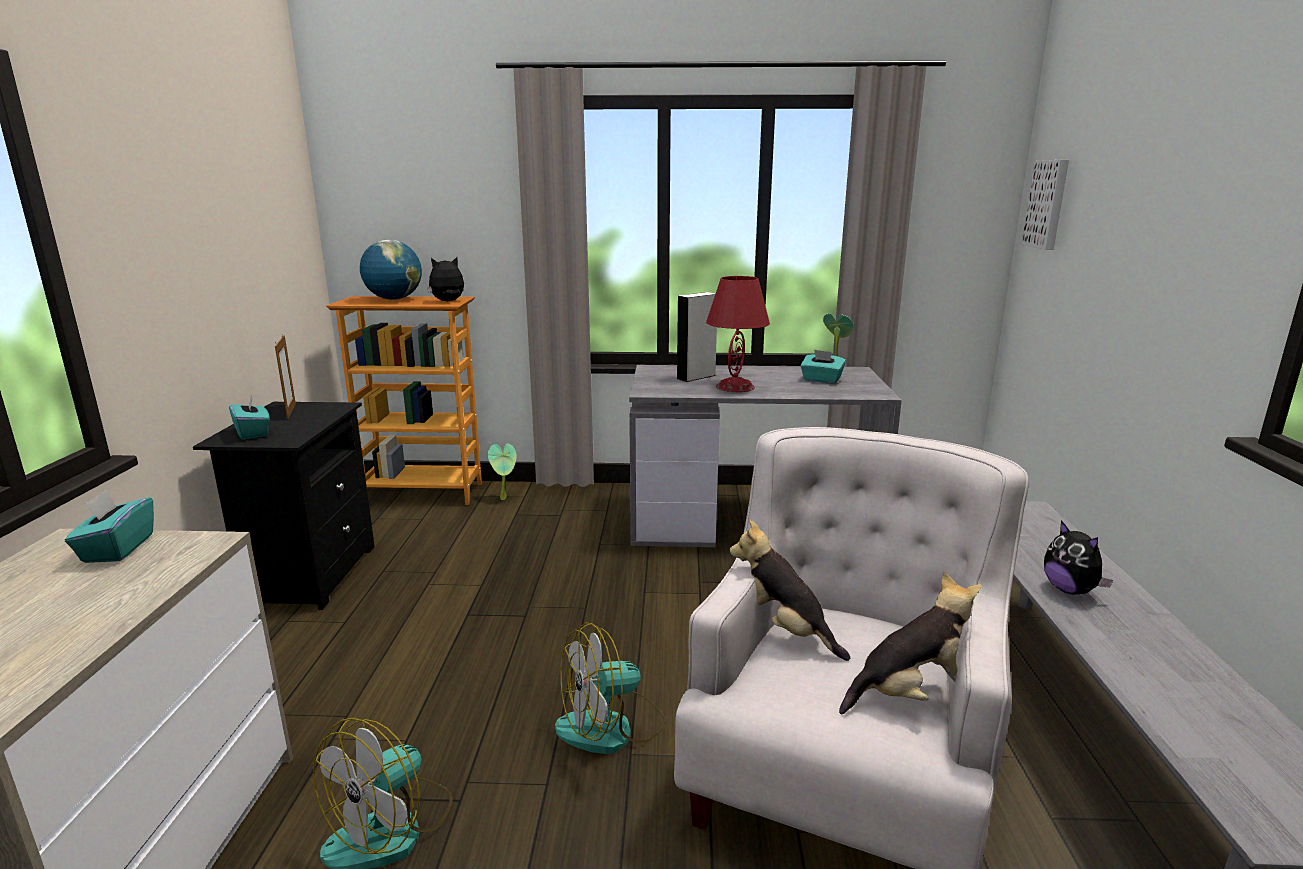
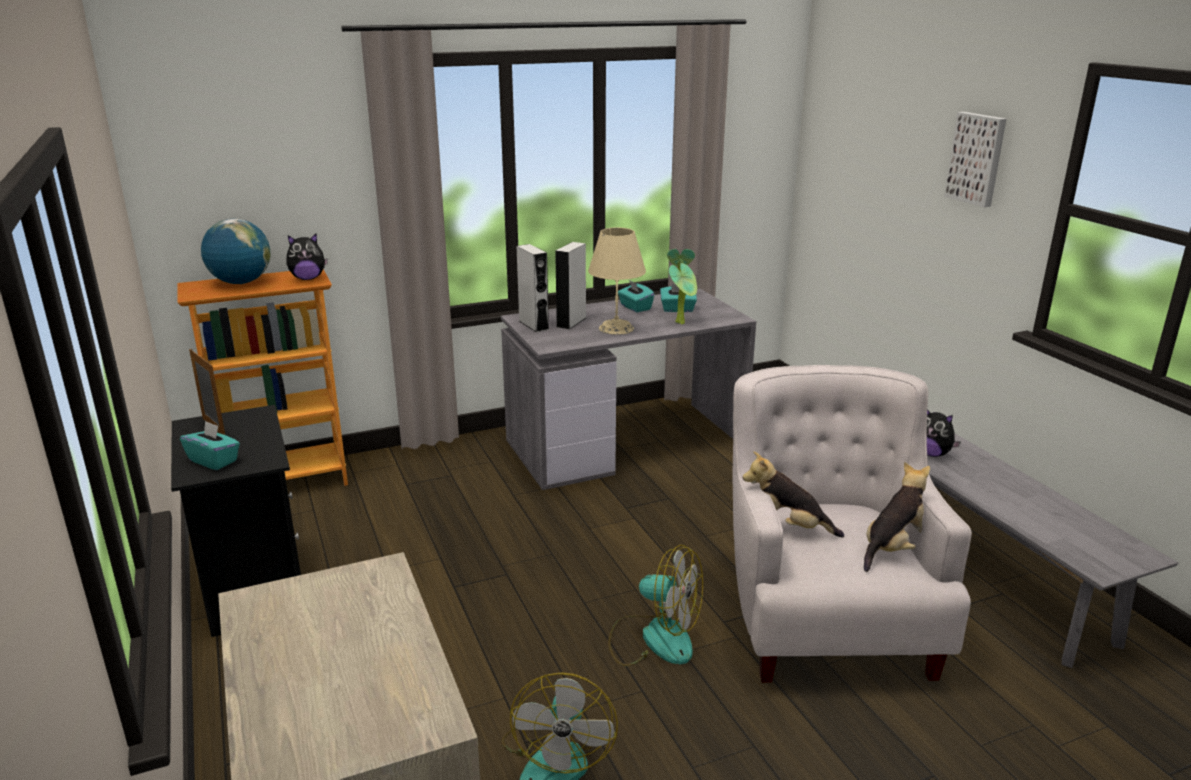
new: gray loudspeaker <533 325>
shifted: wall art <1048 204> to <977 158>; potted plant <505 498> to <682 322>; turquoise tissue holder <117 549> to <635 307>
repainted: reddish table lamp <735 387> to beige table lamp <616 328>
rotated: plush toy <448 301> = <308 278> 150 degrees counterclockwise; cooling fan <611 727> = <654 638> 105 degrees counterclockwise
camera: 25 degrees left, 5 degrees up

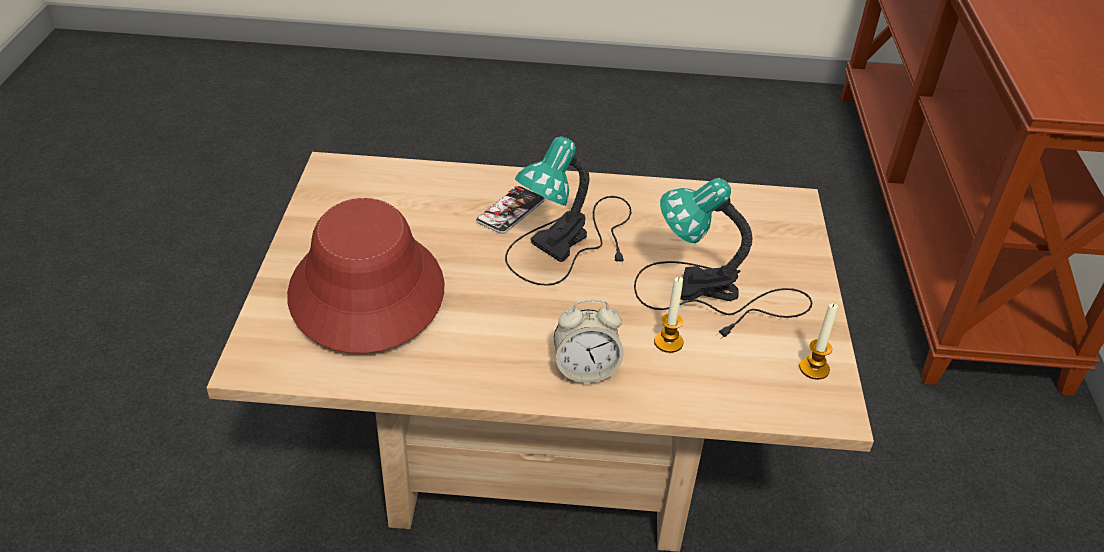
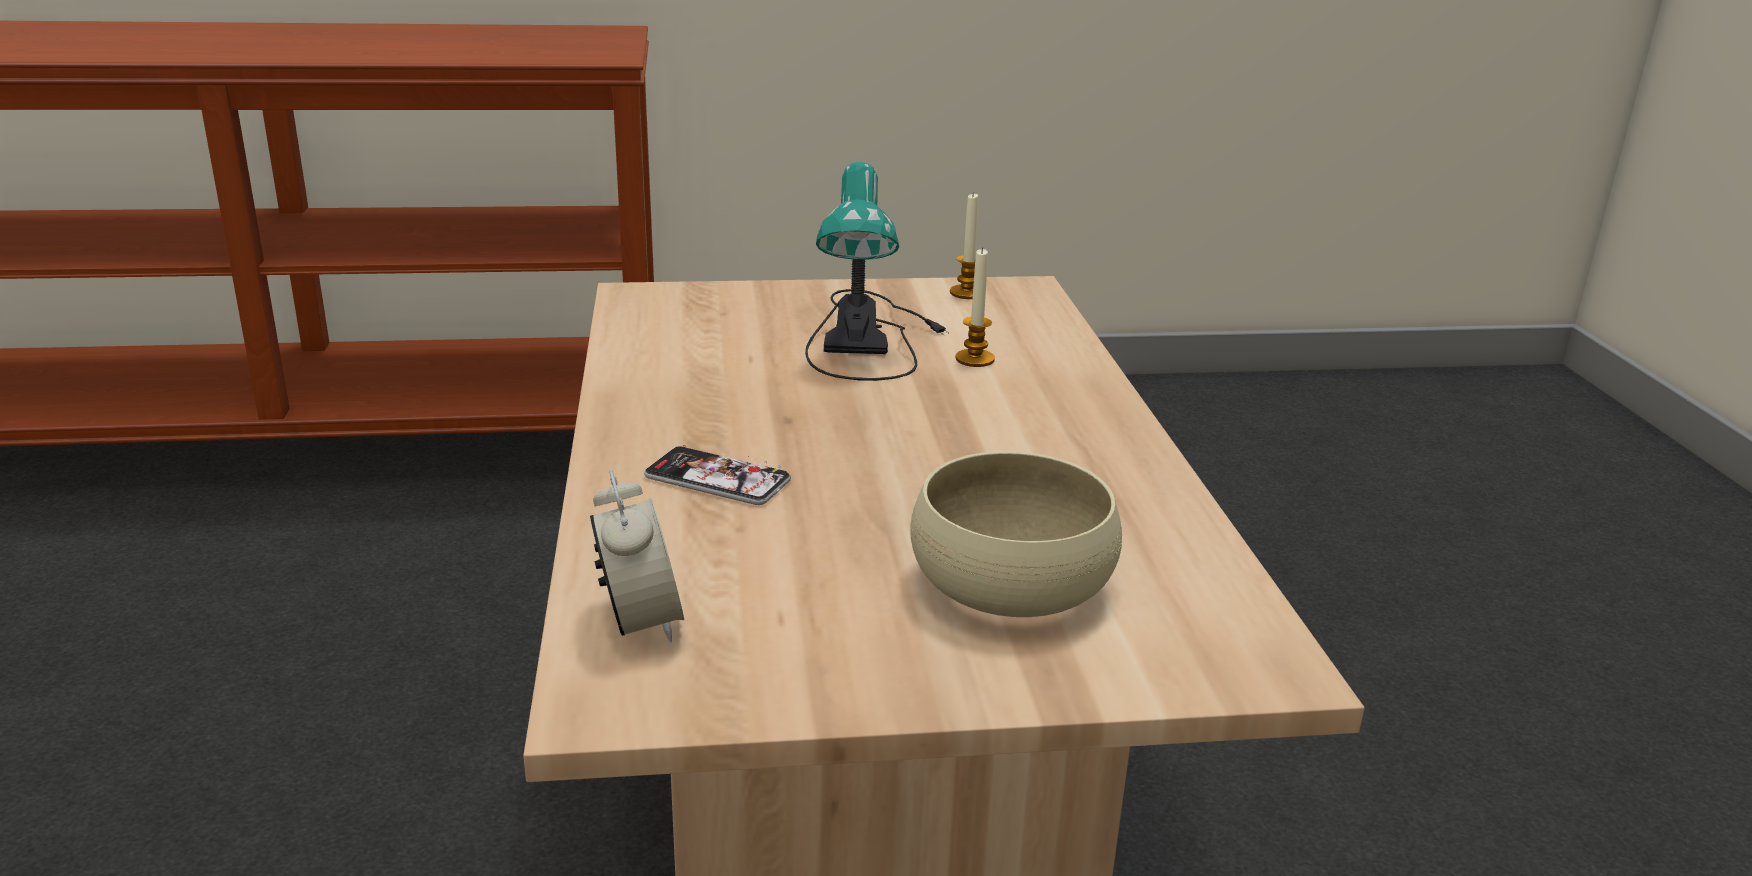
gone: table lamp <573 242>
shifted: table clock <585 370> to <640 622>
swapped: reddish clothing hat <366 291> to beige serving bowl <1010 585>
camera: 100 degrees left, 15 degrees down

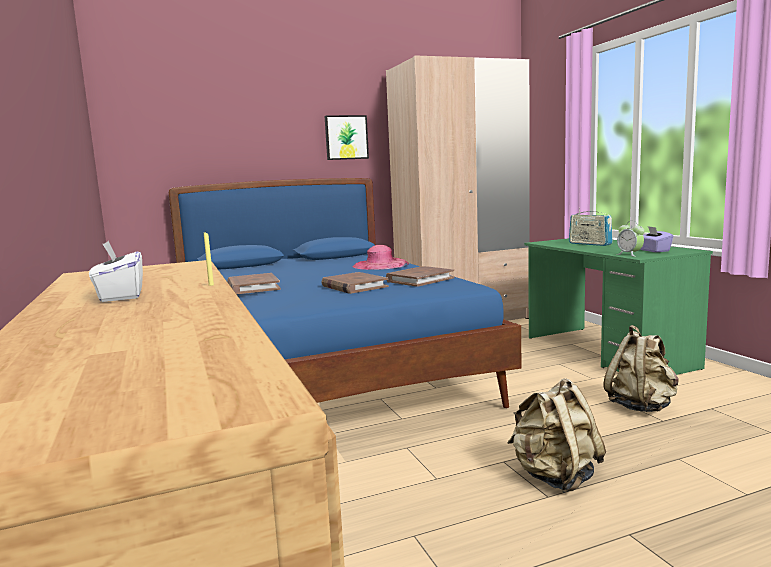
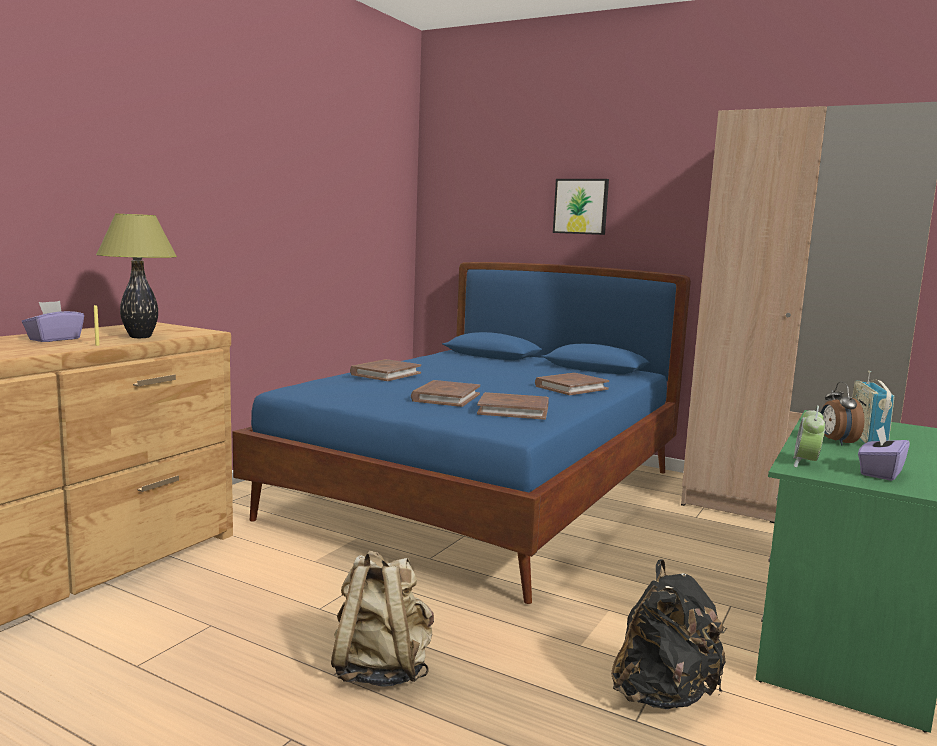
new: table lamp <140 337>; table clock <836 442>
shifted: wall art <346 137> to <581 206>
swapped: pinkish clothing hat <380 265> to brownish book <571 387>
repainted: white-coloured tissue holder <120 296> to purple tissue holder <54 339>; beige backpack <641 406> to blackish backpack <663 695>
camera: 50 degrees right, 0 degrees up

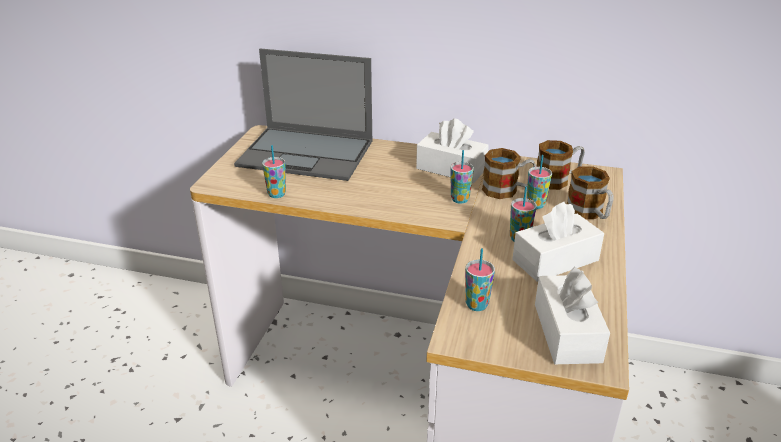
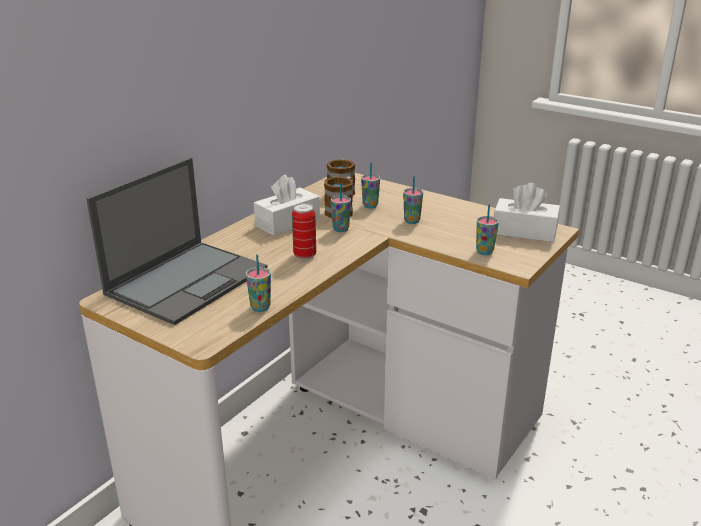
gone: coffee mug <589 214>; white-coloured tissue holder <555 260>
new: sealed can <305 255>
camera: 70 degrees left, 5 degrees down

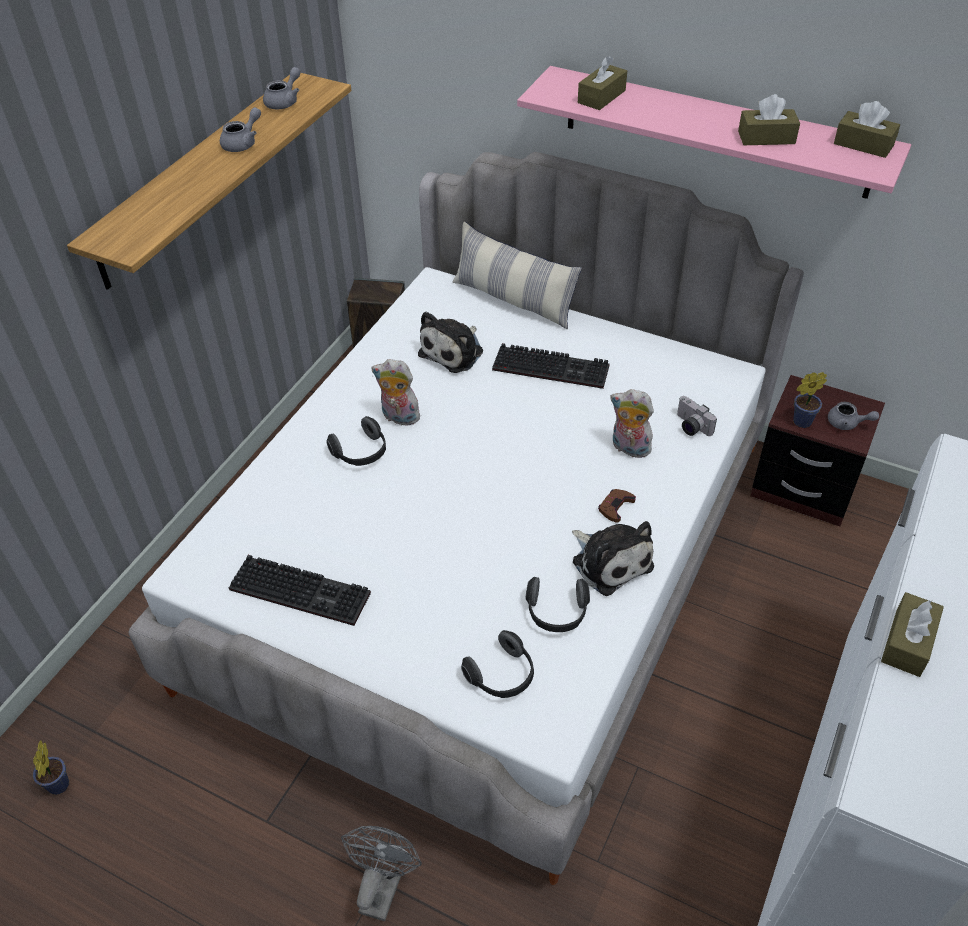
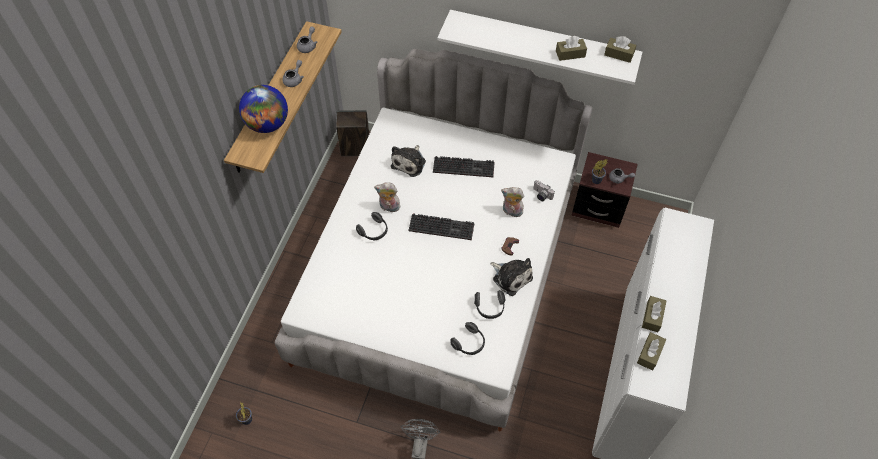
gone: cushion <513 300>
new: globe <268 124>
shifted: brownish tissue holder <601 96> to <649 354>; PC keyboard <303 590> to <442 227>
repainted: pinkish shelf <715 132> to white-coloured shelf <542 42>
camera: 10 degrees left, 10 degrees up

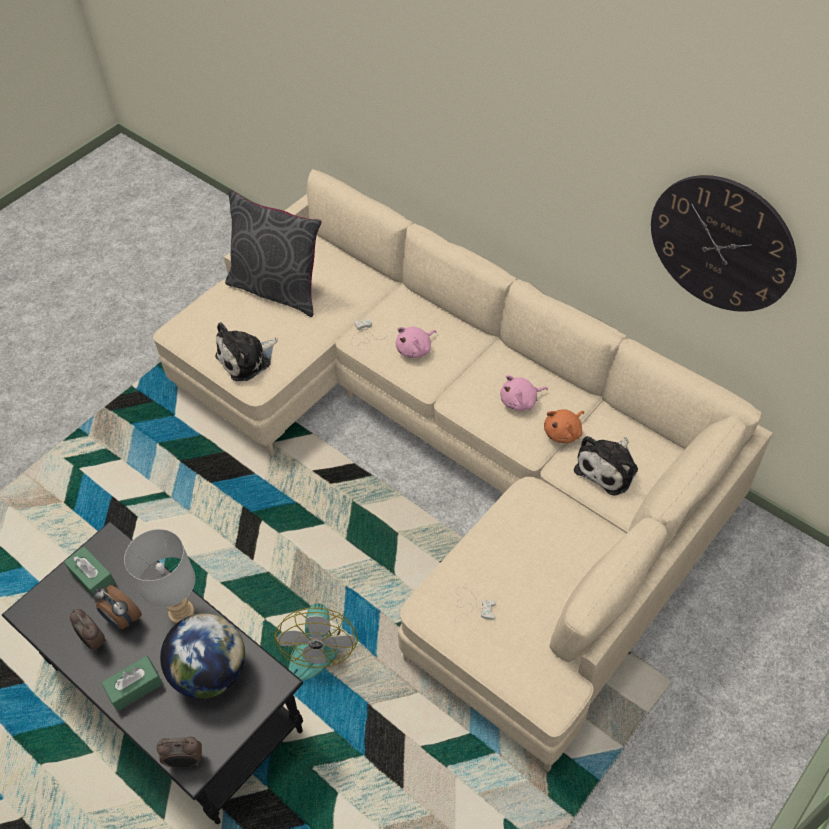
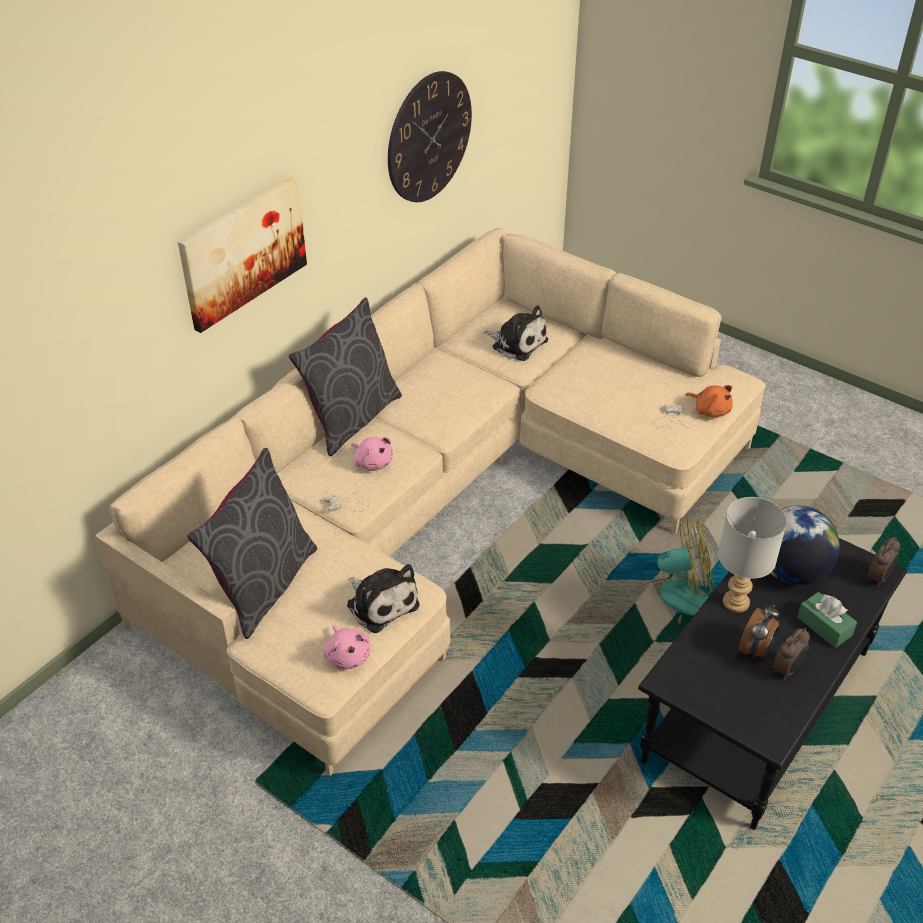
gone: green tissue holder <92 577>
new: wall art <243 252>; gray cushion <351 418>
shifted: pinkish plush toy <520 401> to <347 655>; orangey plush toy <564 432> to <710 410>
rotated: table clock <185 761> = <878 578> 45 degrees clockwise
camera: 95 degrees left, 10 degrees down

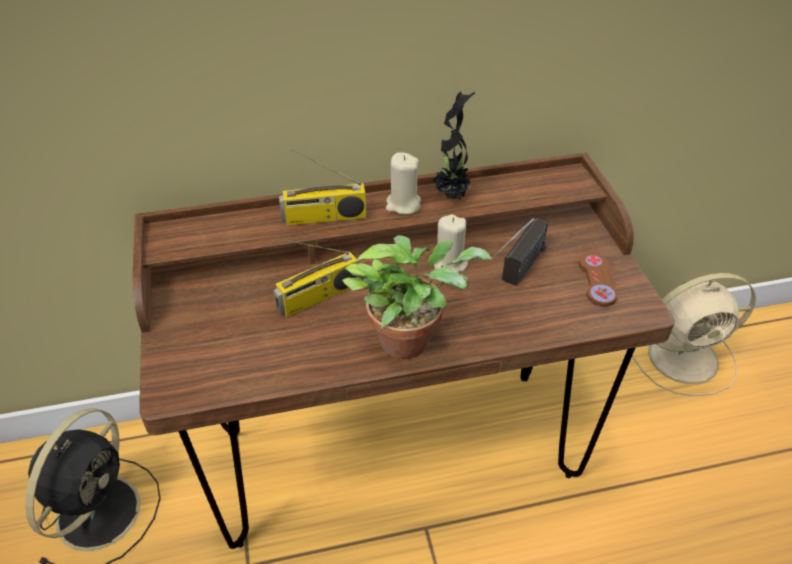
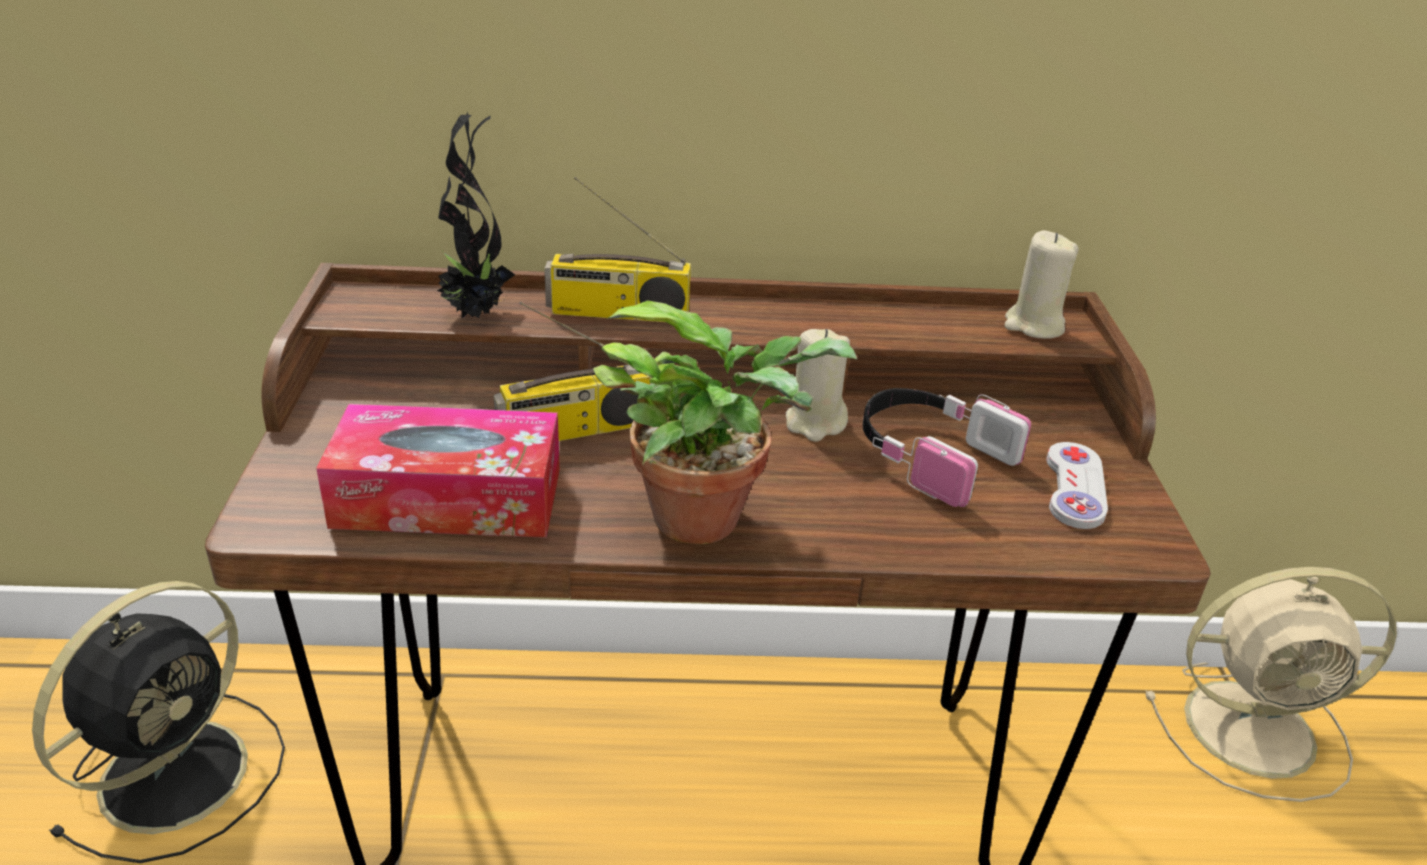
new: tissue holder <448 498>
shifted: potted plant <452 196> to <475 313>; beige candle <403 205> to <1033 325>
swapped: radio set <517 275> to pair of headphones <929 456>
repainted: brownish game controller <597 280> to white-coloured game controller <1074 487>
camera: 10 degrees right, 10 degrees down

